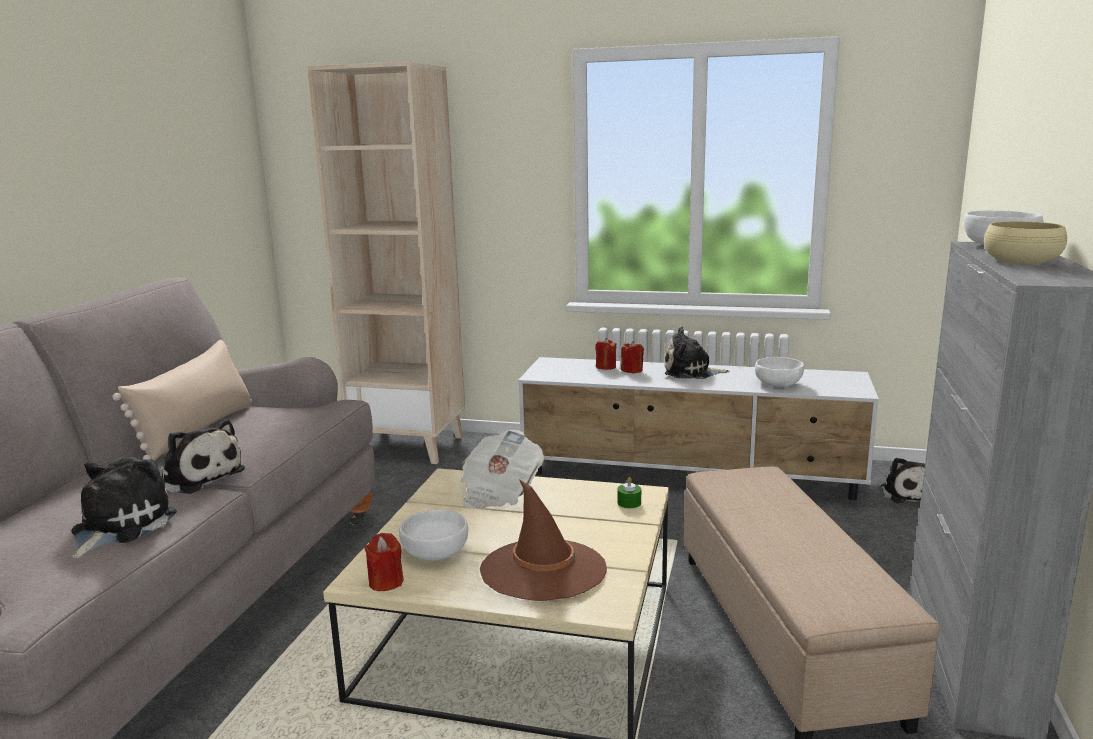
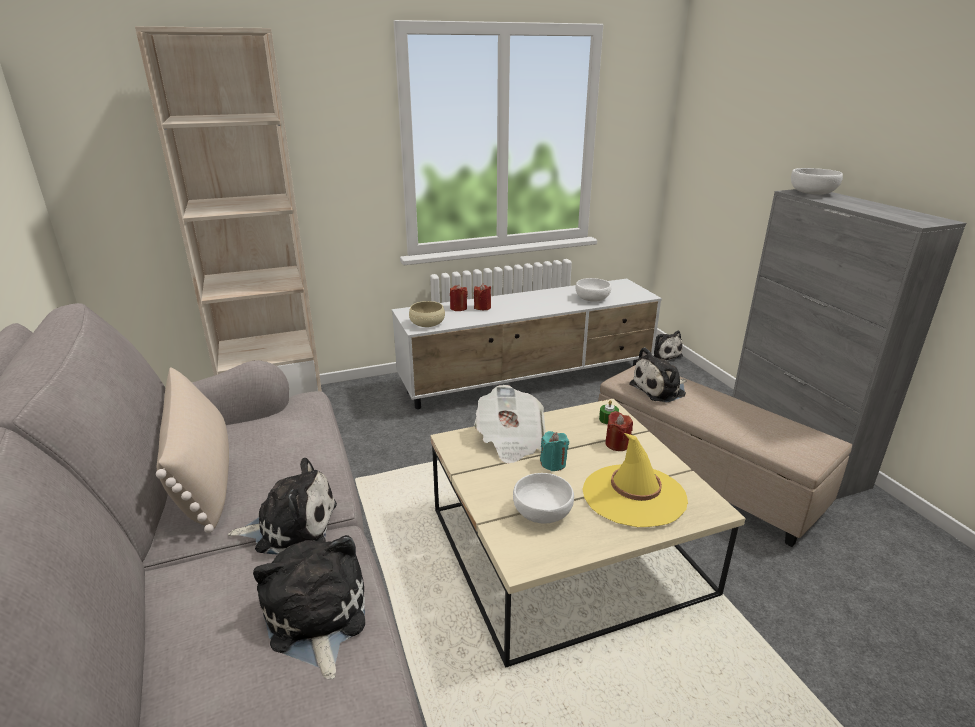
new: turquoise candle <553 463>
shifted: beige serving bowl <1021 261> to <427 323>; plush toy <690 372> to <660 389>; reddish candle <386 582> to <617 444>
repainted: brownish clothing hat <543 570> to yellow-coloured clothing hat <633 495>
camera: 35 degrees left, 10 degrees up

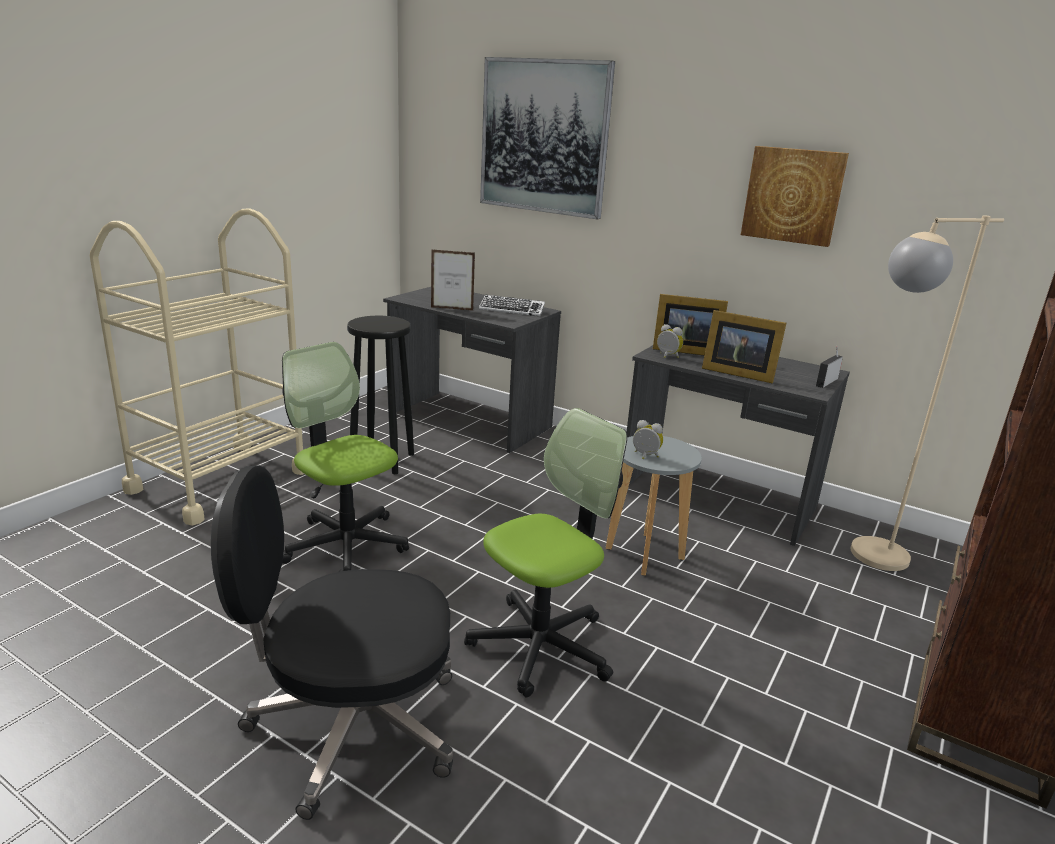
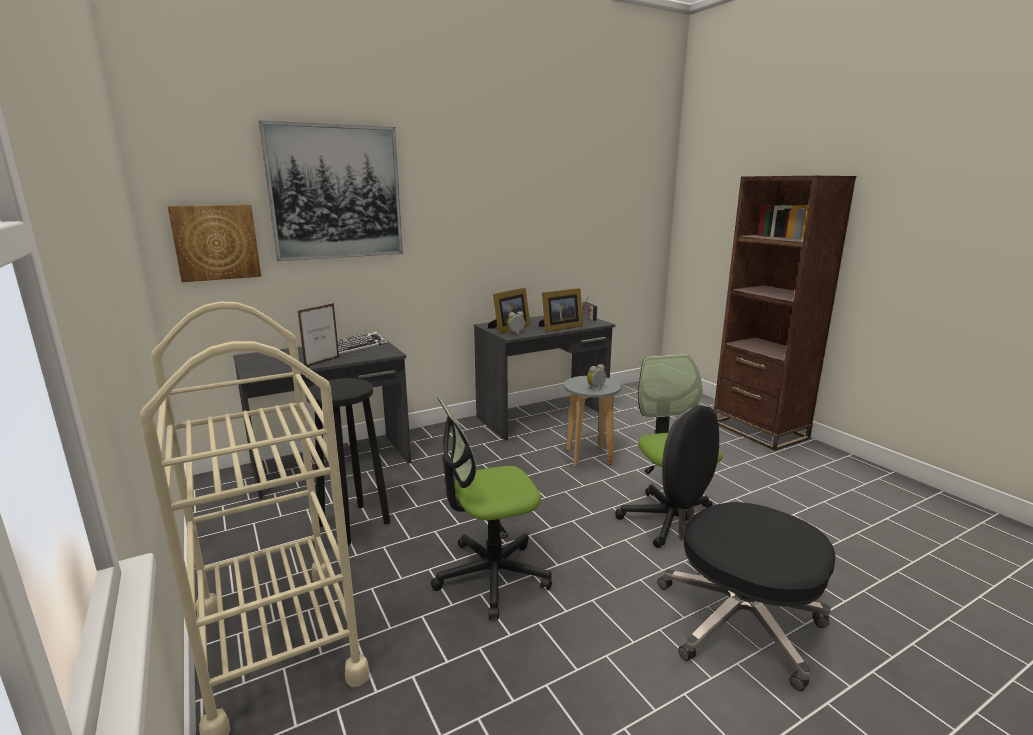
gone: beige standing lamp <864 558>
shifted: wall art <793 195> to <216 242>
rotated: blackish office chair <351 726> = <734 619> 105 degrees clockwise
camera: 60 degrees left, 5 degrees down

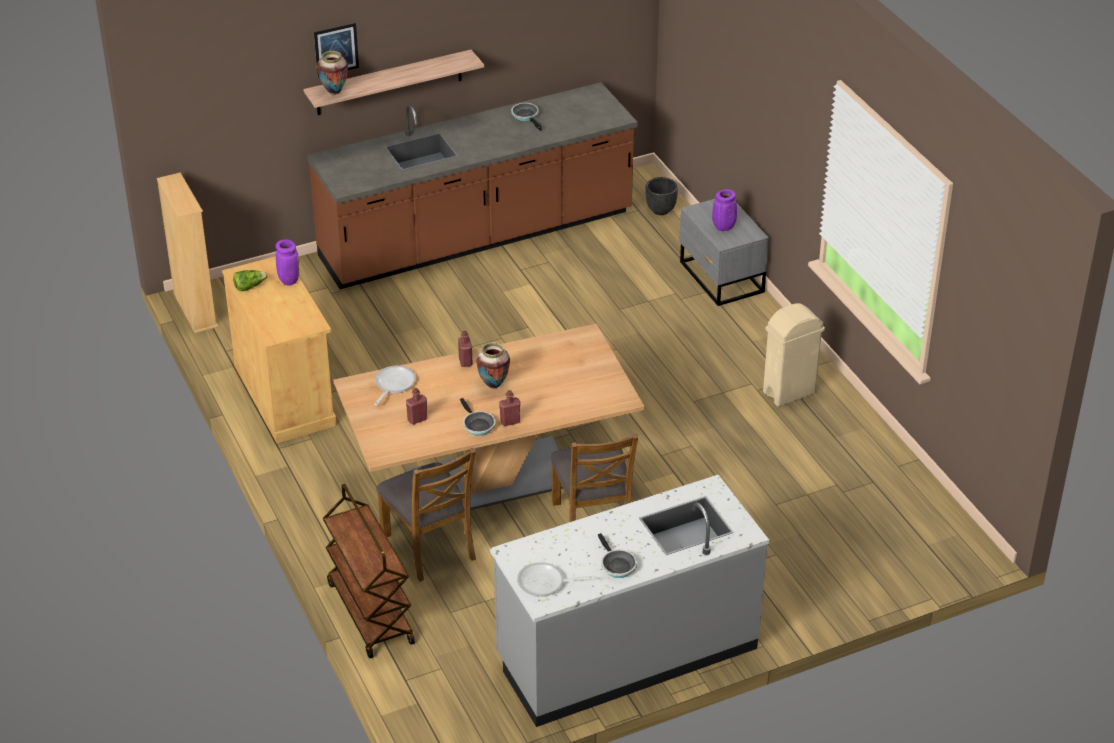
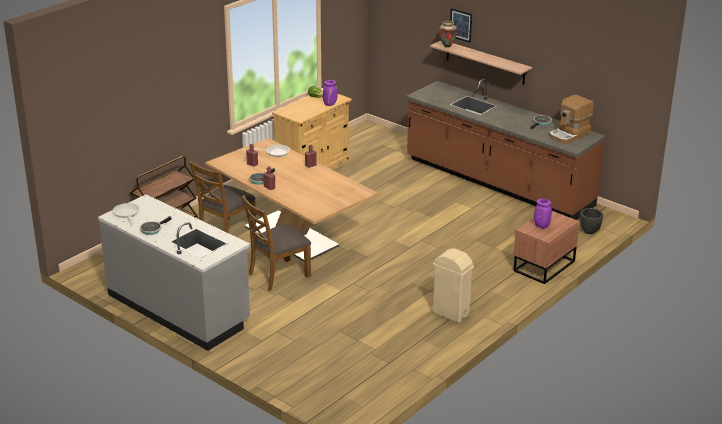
gone: beige bookcase <195 310>; flower vase <493 385>
new: coffee maker <569 135>
repainted: gray nightstand <720 278> to brownish nightstand <542 266>
camera: 65 degrees right, 10 degrees down

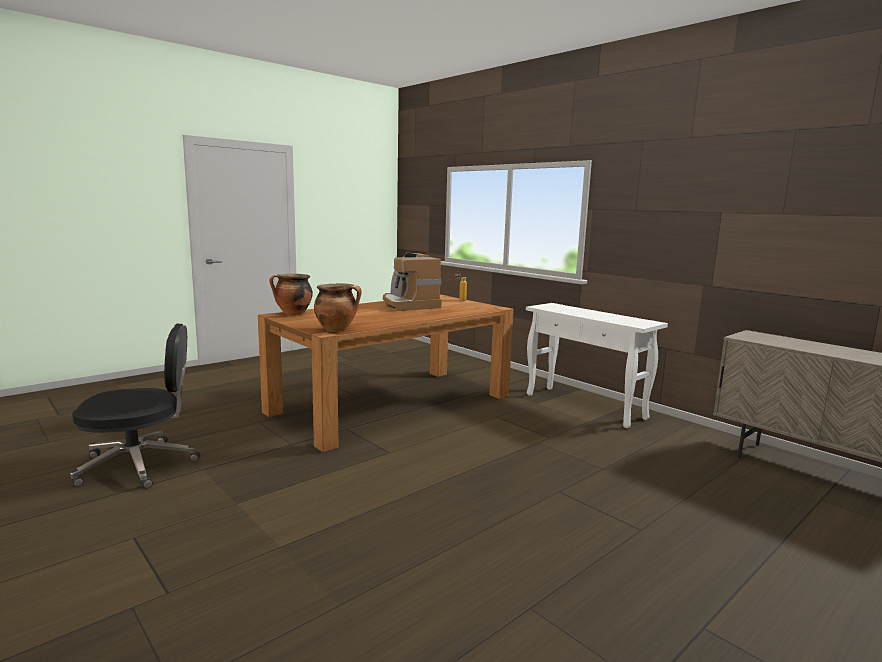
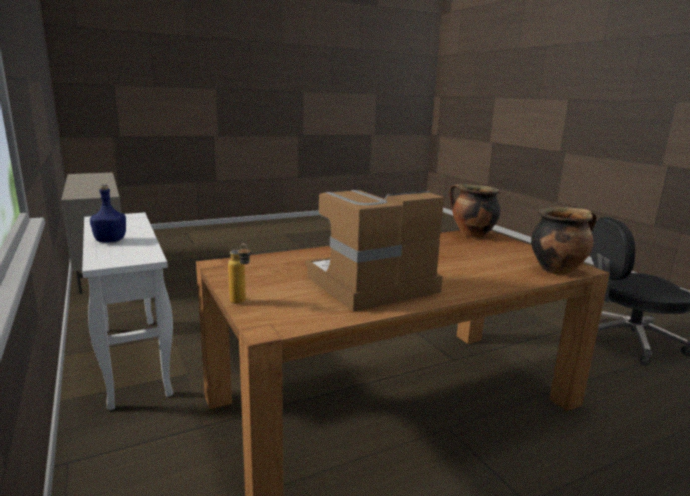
new: blue beverage bottle <110 240>
rotated: coffee maker <408 305> = <371 285> 105 degrees counterclockwise
camera: 165 degrees left, 5 degrees up

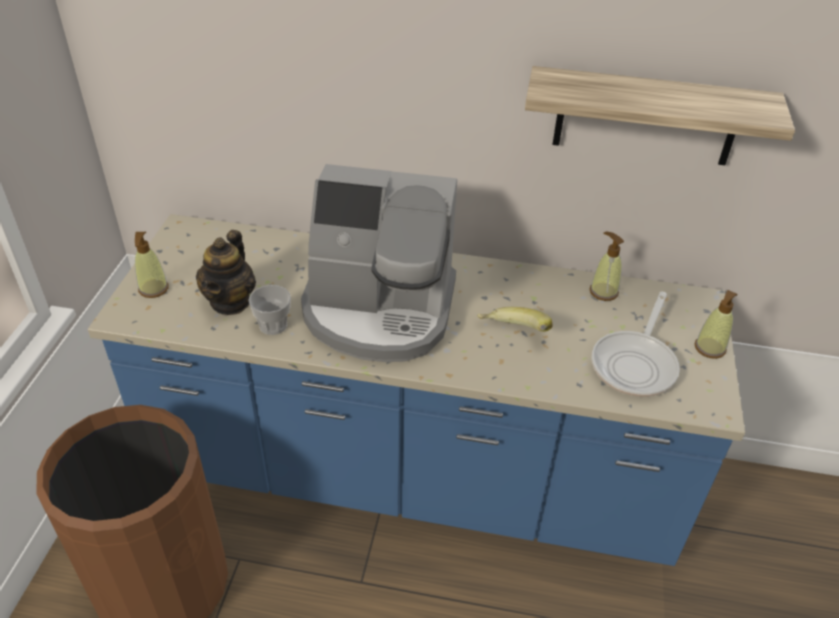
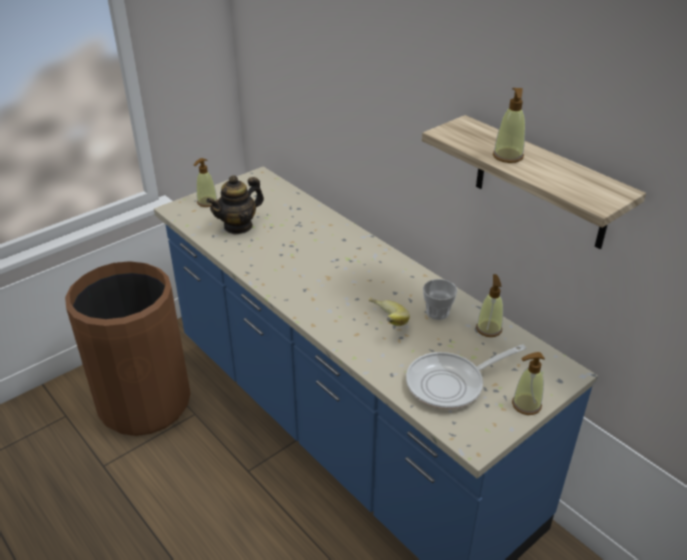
gone: coffee maker <379 311>
new: soap dispenser <508 156>
shifted: small cup <273 325> to <437 312>
camera: 40 degrees right, 5 degrees down

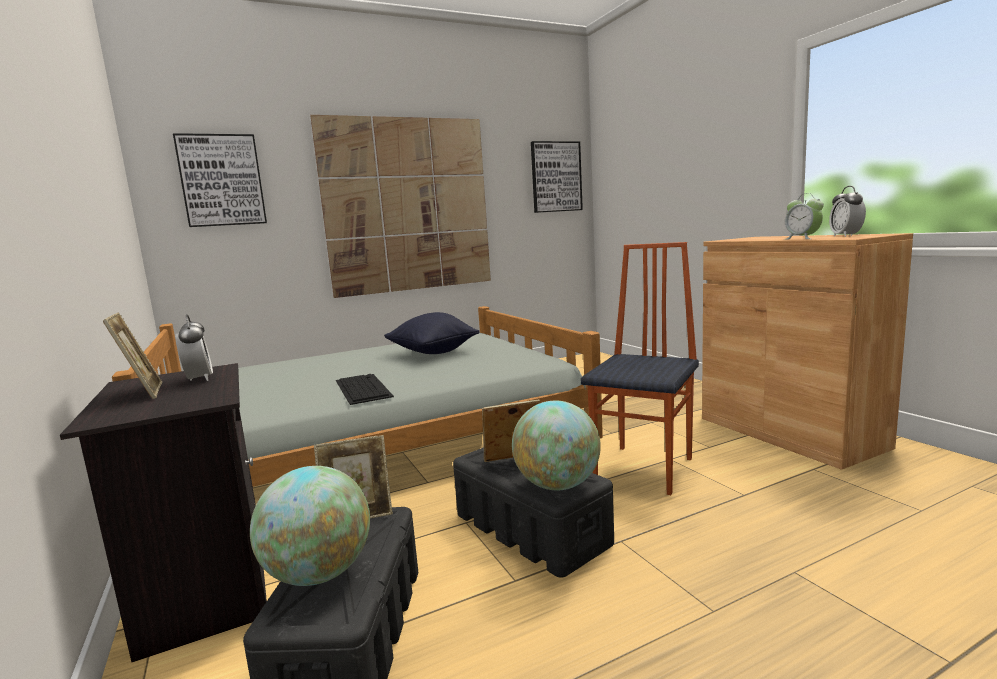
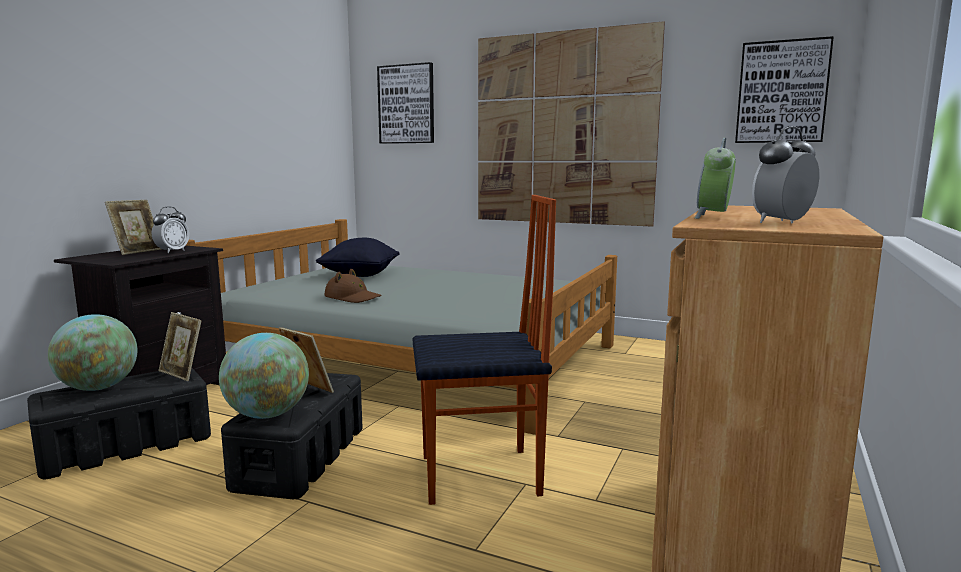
shifted: blackish cushion <433 353> to <360 275>
swapped: PC keyboard <362 388> to brownish clothing hat <353 298>
camera: 50 degrees right, 0 degrees up

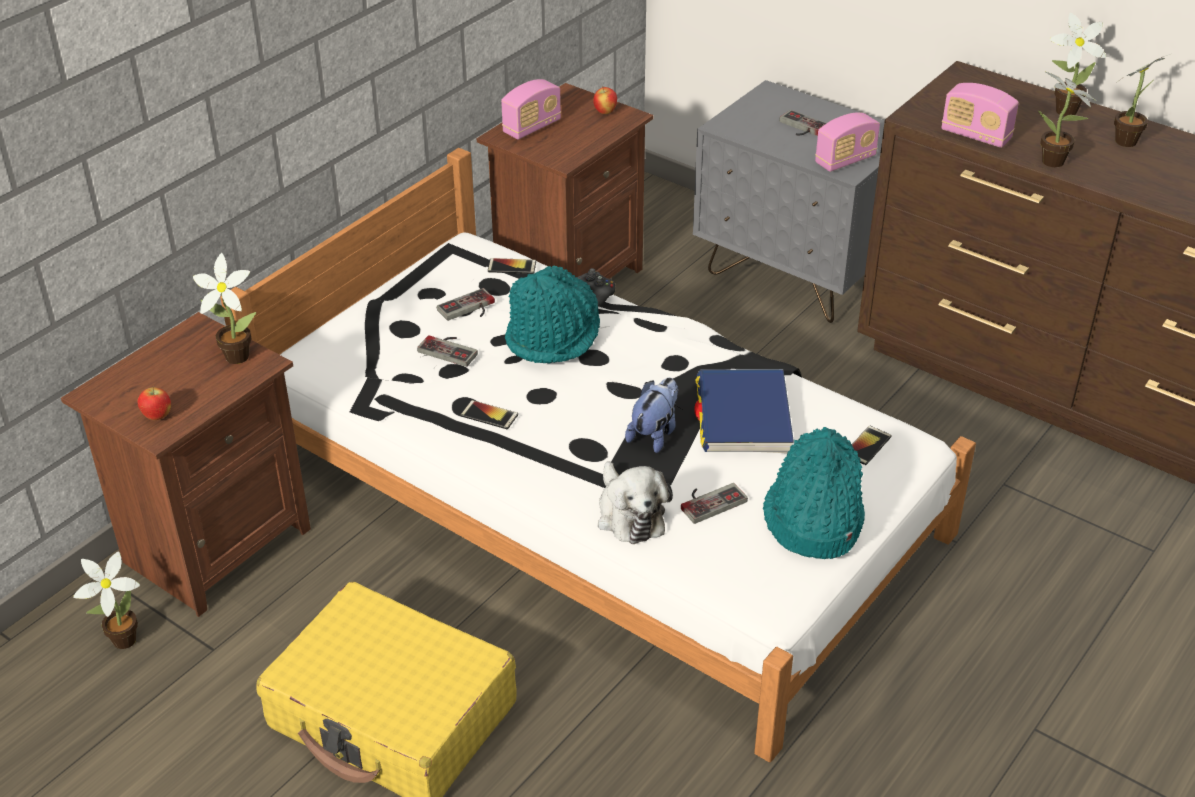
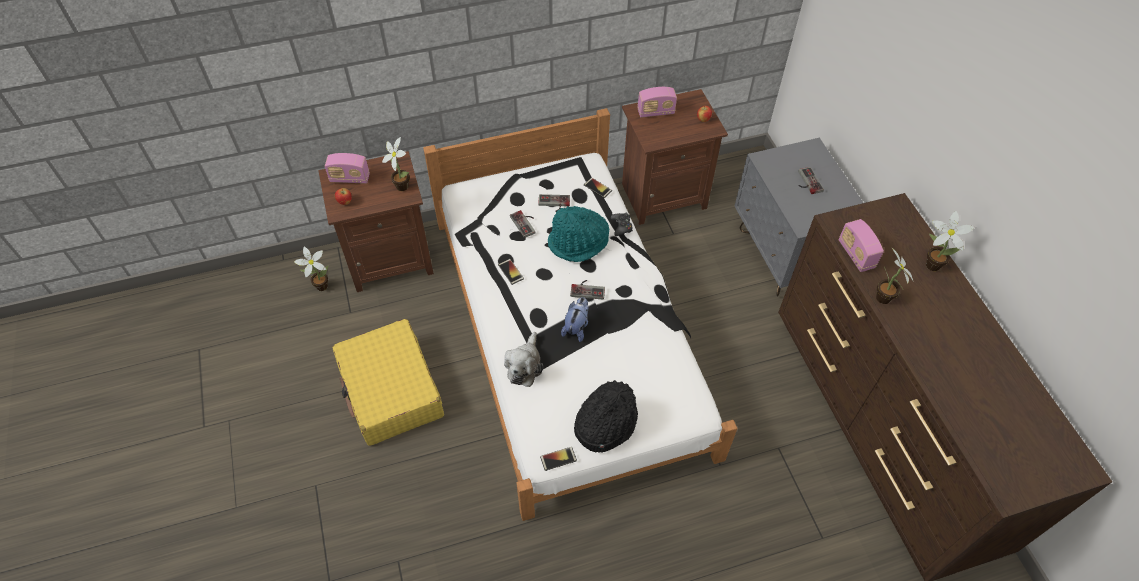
gone: potted plant <1129 140>; blue book <743 416>
shifted: radio set <845 160> to <350 178>; telephone <867 446> to <558 459>; game controller <709 500> to <588 289>
repainted: turquoise clothing hat <812 520> to blackish clothing hat <605 422>
rotated: plush toy <654 434> = <576 327> 45 degrees counterclockwise
camera: 35 degrees right, 15 degrees up

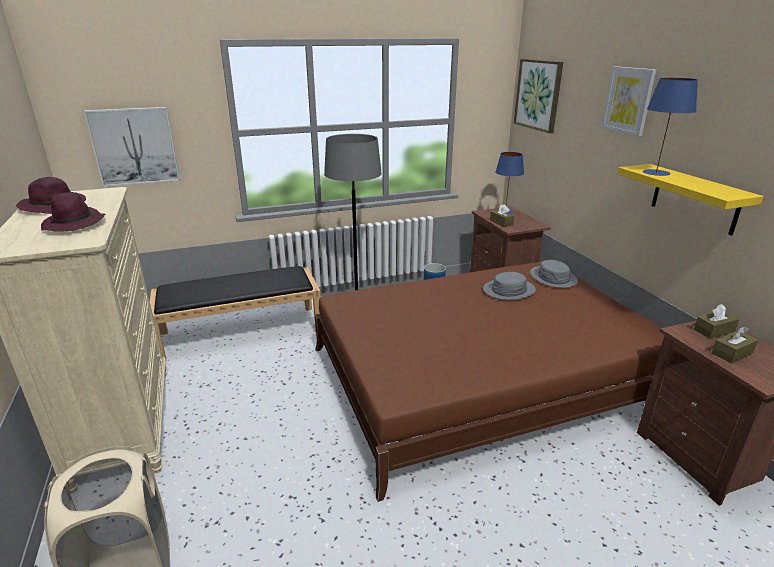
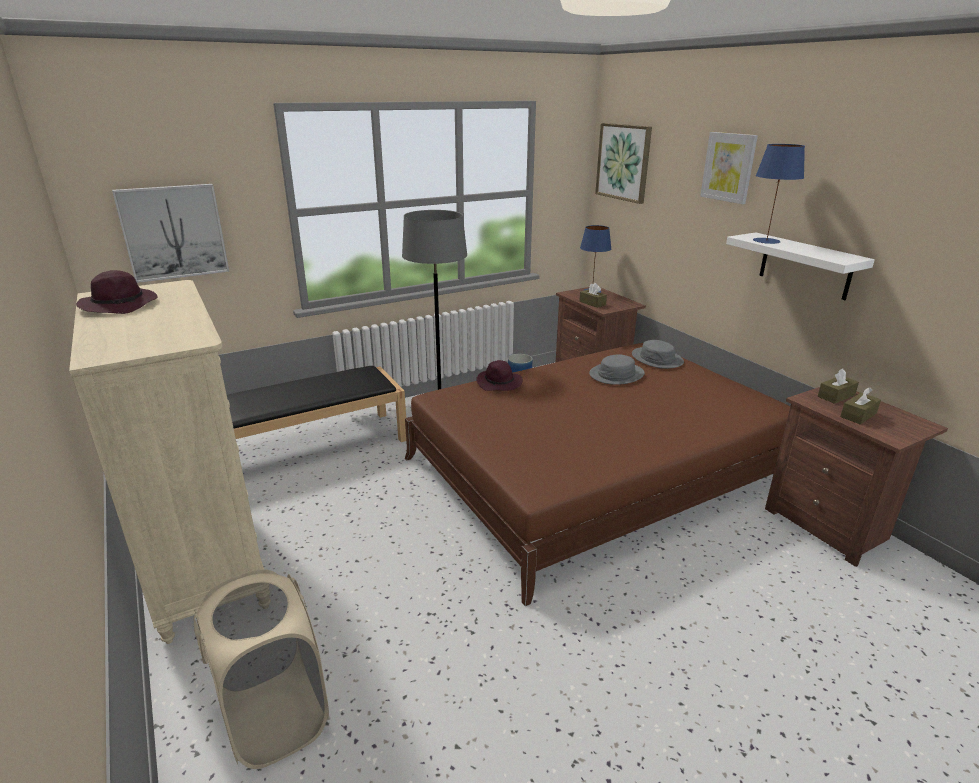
shifted: purple clothing hat <74 224> to <499 383>
repainted: yellow-coloured shelf <695 199> to white-coloured shelf <805 266>
camera: 10 degrees left, 0 degrees up

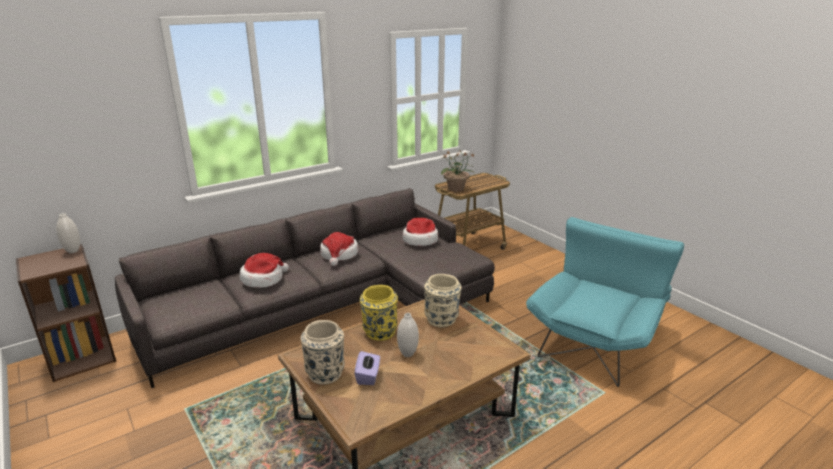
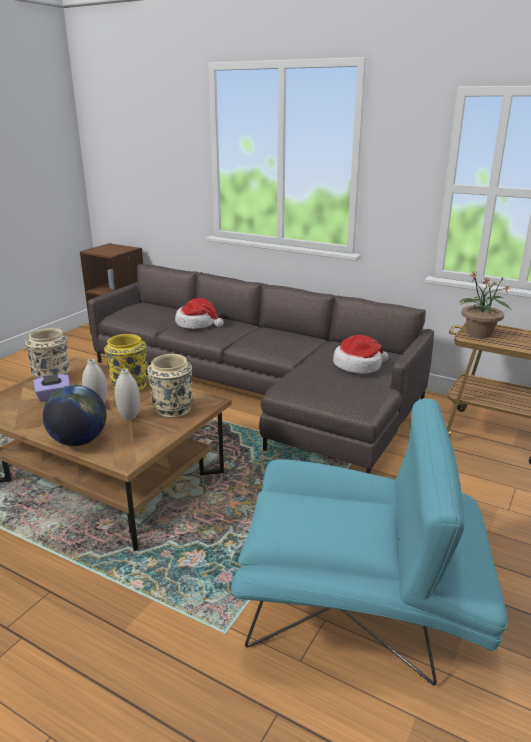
gone: clothing hat <339 255>
new: globe <79 441>
shifted: white-coloured flower vase <73 251> to <129 417>
camera: 65 degrees right, 0 degrees up

